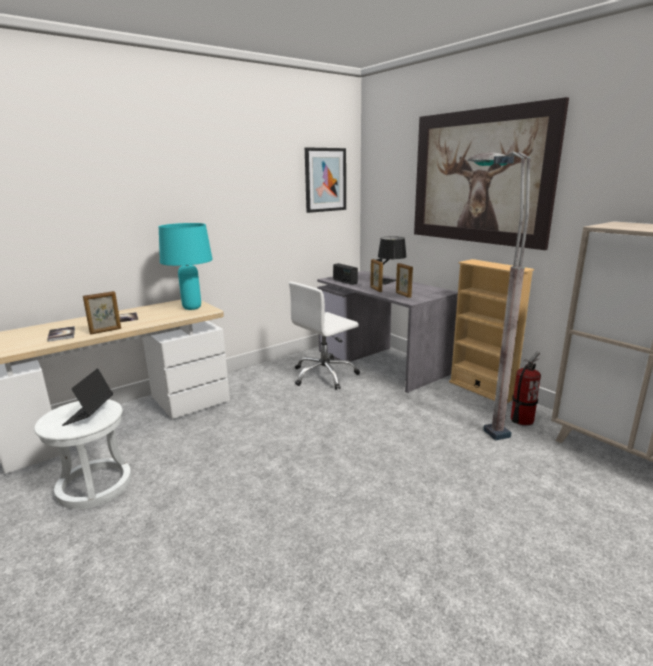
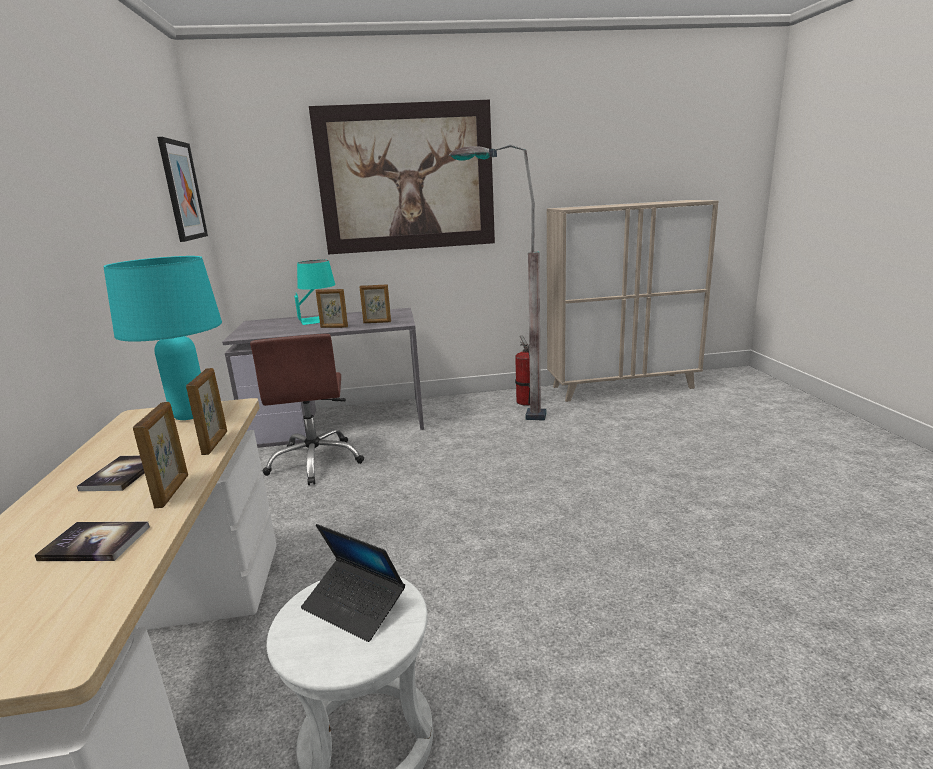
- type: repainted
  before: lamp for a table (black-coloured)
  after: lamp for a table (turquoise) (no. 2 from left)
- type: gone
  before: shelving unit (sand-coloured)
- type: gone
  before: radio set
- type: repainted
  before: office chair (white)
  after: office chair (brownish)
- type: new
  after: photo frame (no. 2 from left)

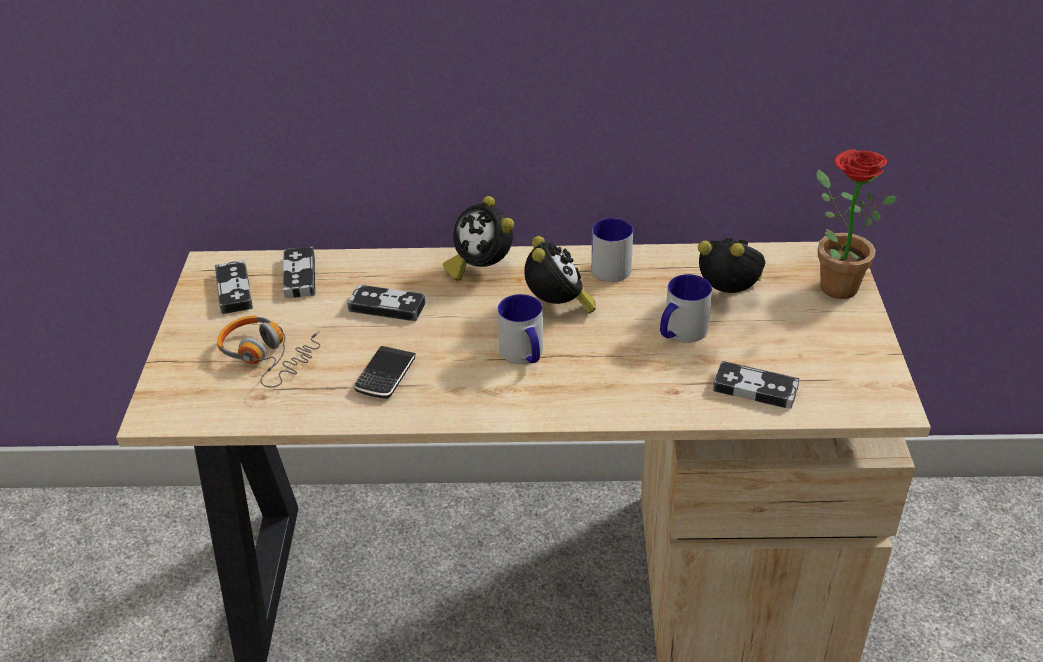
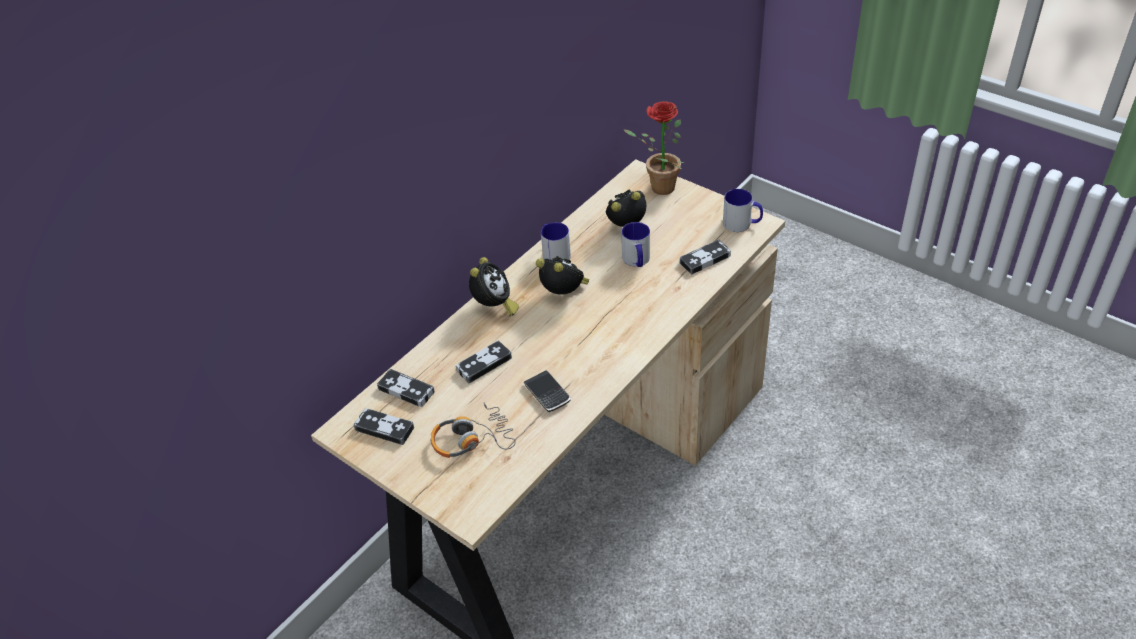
- type: rotated
  before: table clock (no. 1 from left)
  turn: -75
- type: shifted
  before: mug (no. 1 from left in the first image)
  after: mug (no. 3 from left)

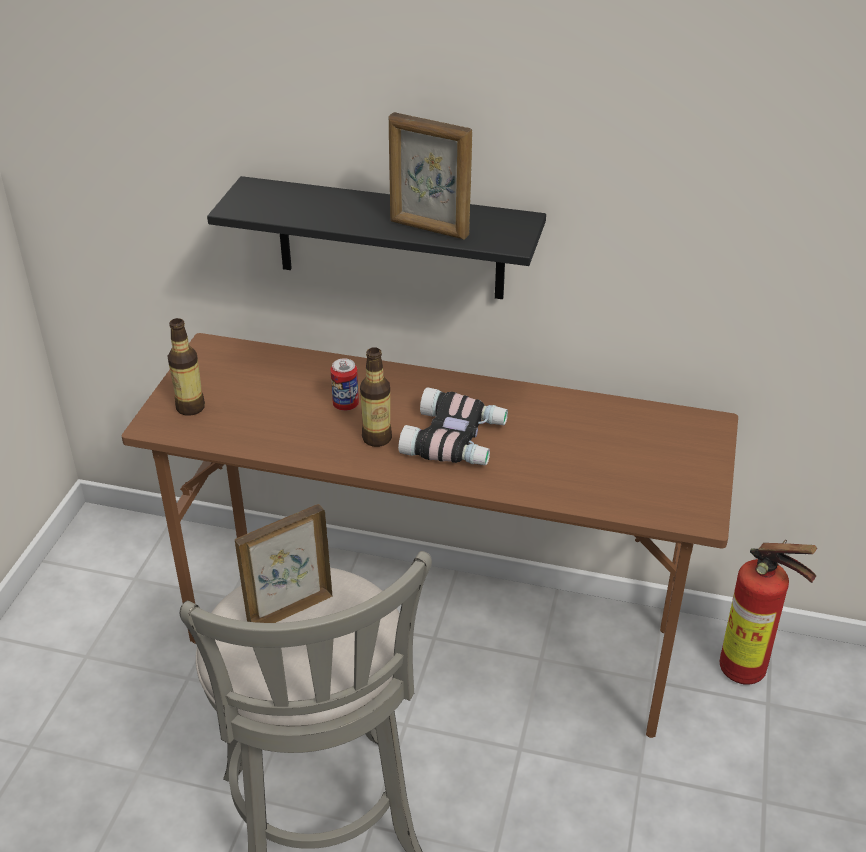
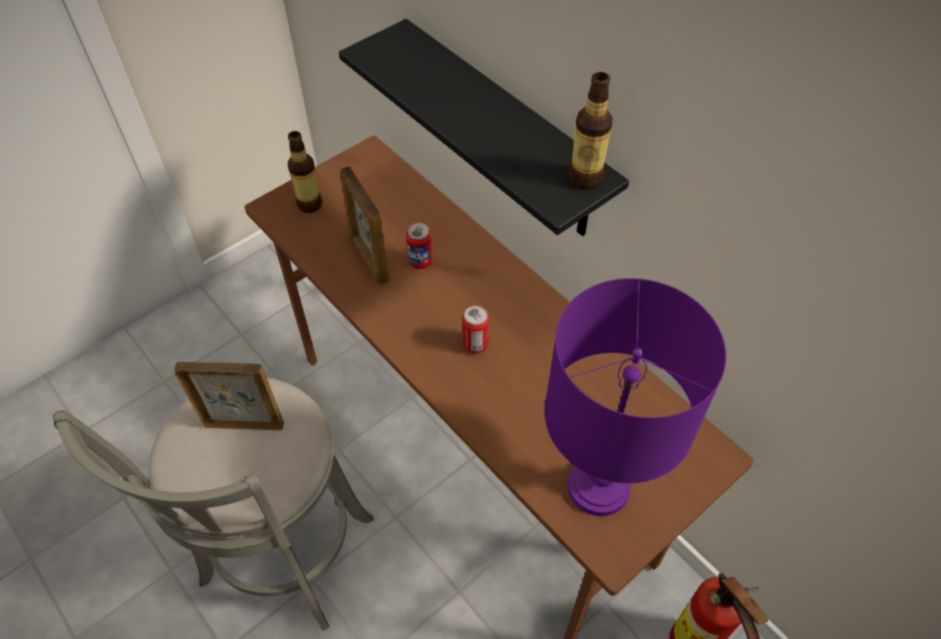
- type: shifted
  before: photo frame (no. 2 from left)
- type: shifted
  before: bottle (no. 2 from left)
- type: swapped
  before: binoculars
  after: sealed can (no. 2 from left)
- type: new
  after: lamp for a table (purple-coloured)

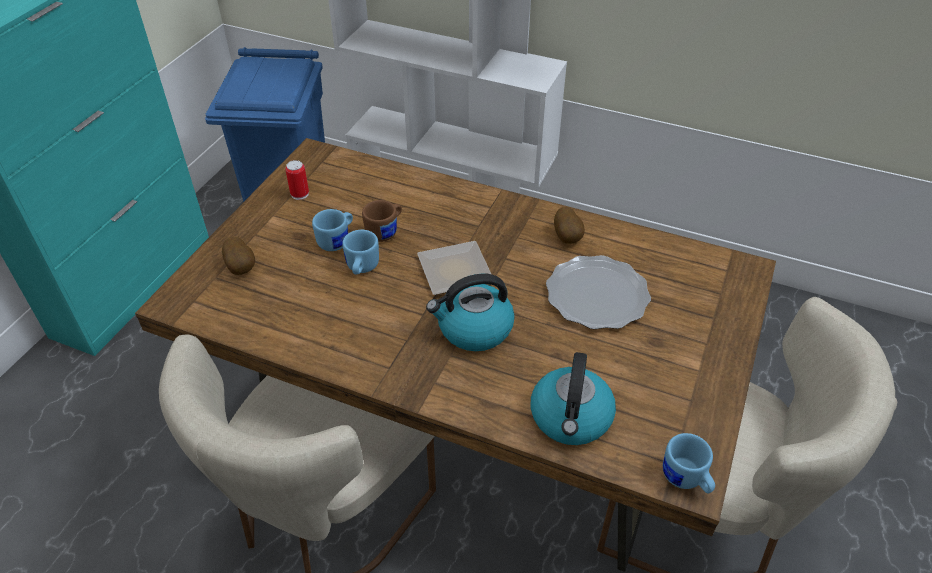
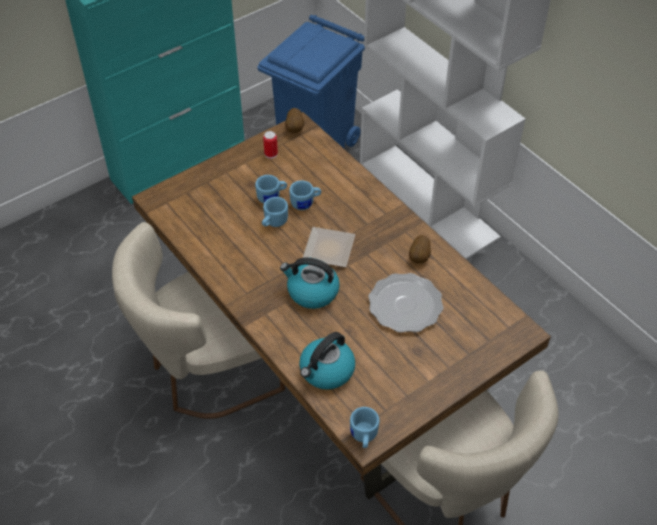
- type: repainted
  before: mug (brownish)
  after: mug (bluish) (no. 3 from left)
- type: shifted
  before: spud (no. 1 from left)

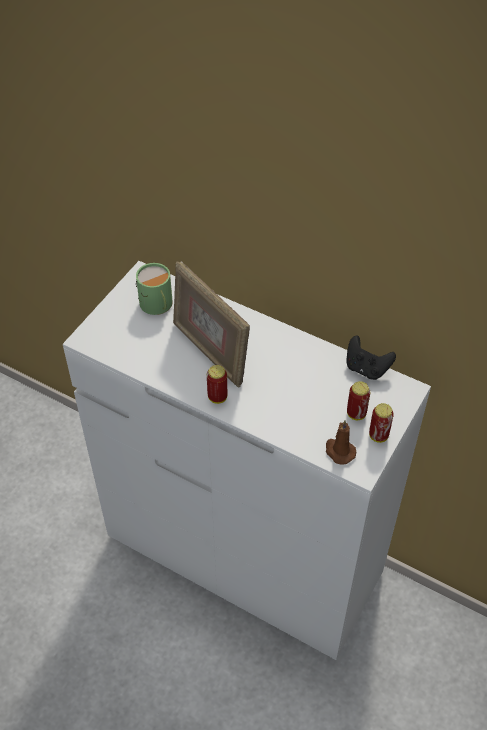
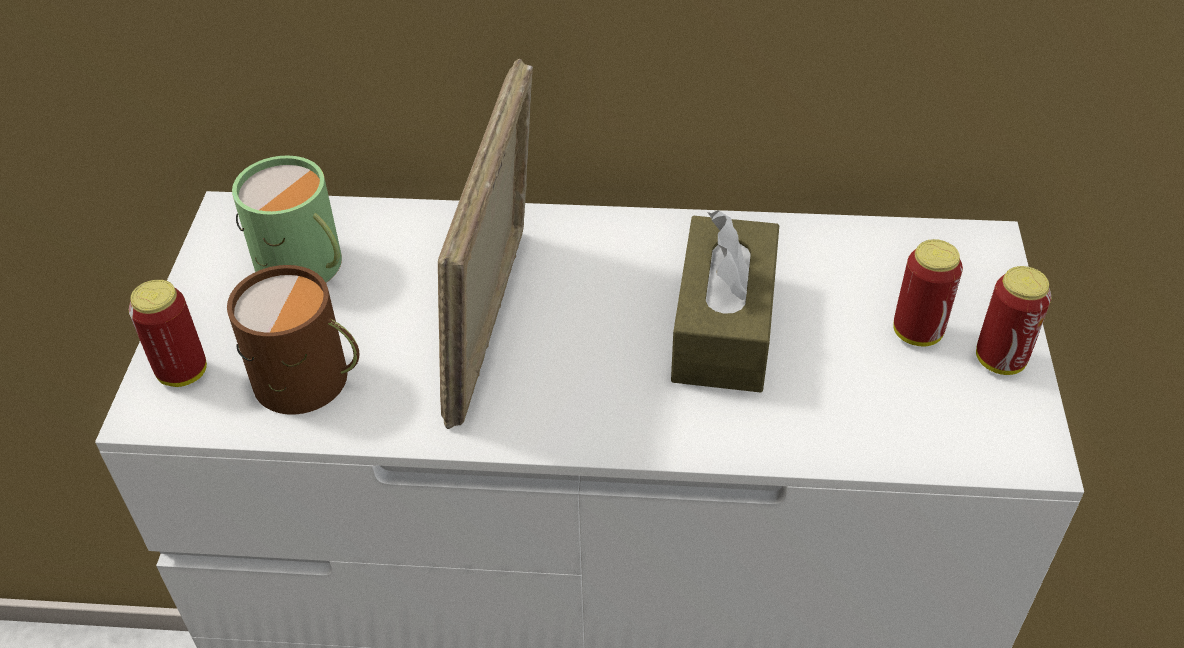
- type: rotated
  before: photo frame
  turn: 75
- type: gone
  before: game controller (black-coloured)
- type: shifted
  before: sealed can (no. 1 from left)
- type: gone
  before: candle (brownish)
- type: new
  after: tissue box (brownish)
- type: new
  after: mug (brownish)

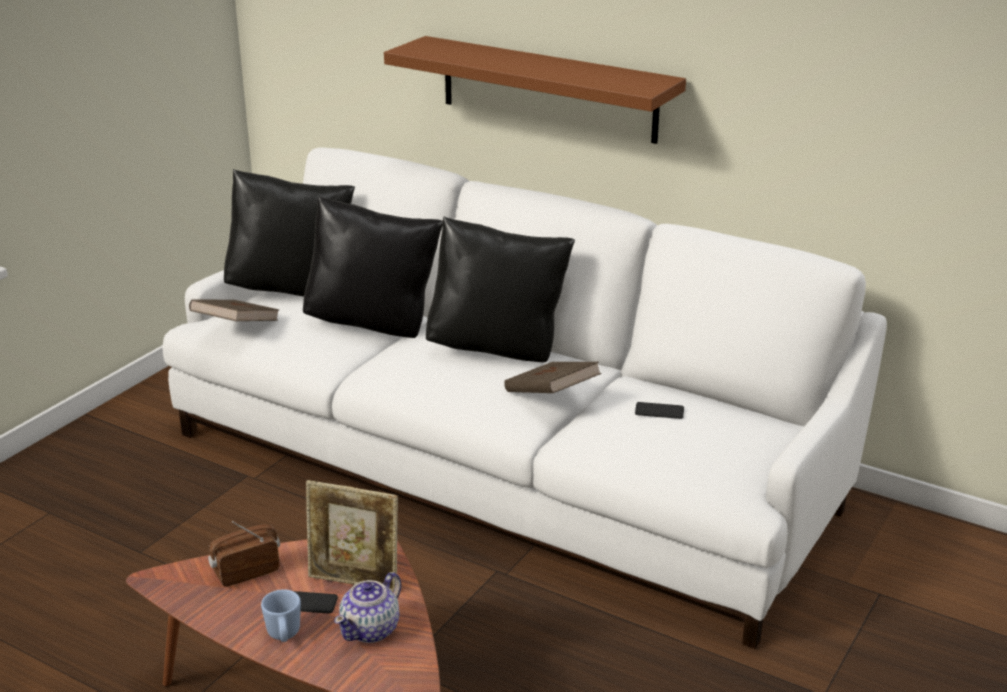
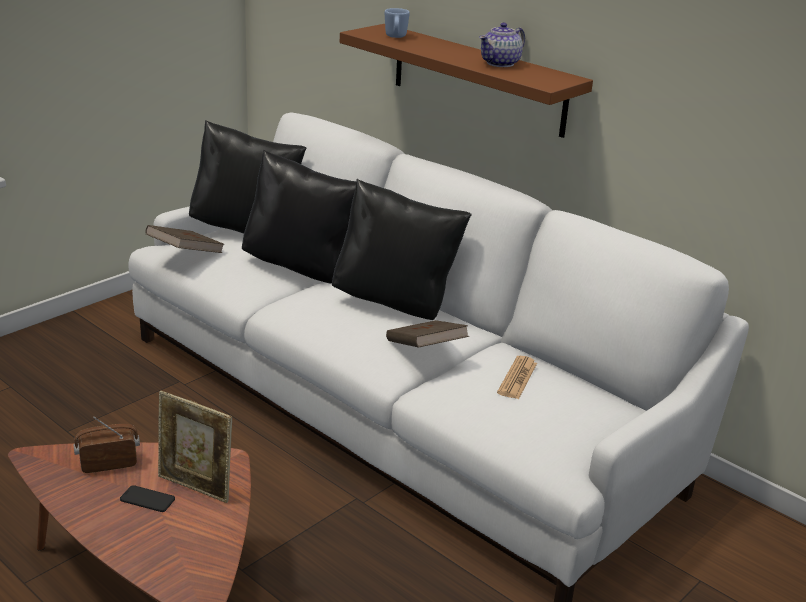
- type: swapped
  before: handset (no. 2 from left)
  after: daily paper
- type: shifted
  before: teapot
- type: shifted
  before: mug (bluish)

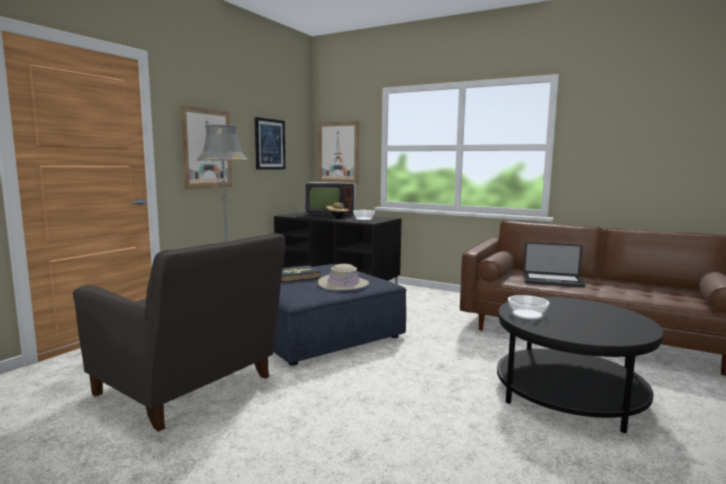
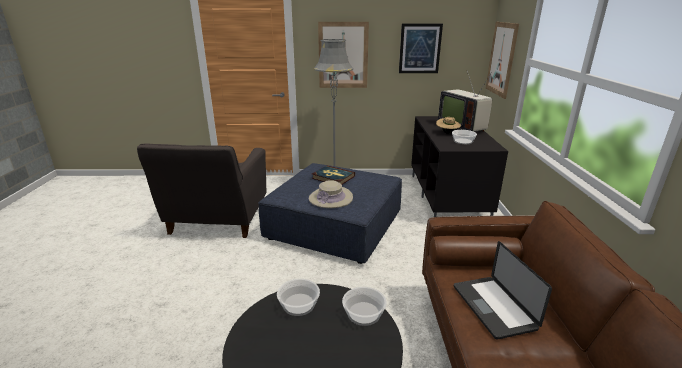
- type: new
  after: deep dish (no. 2 from left)

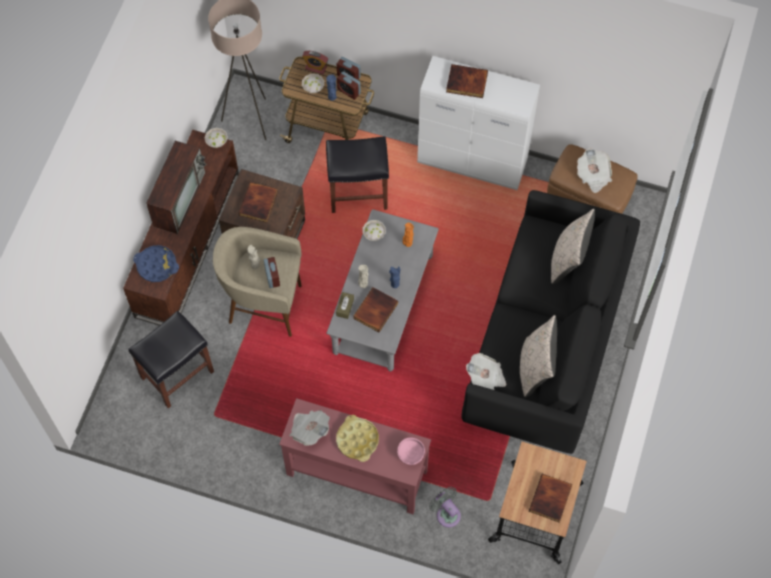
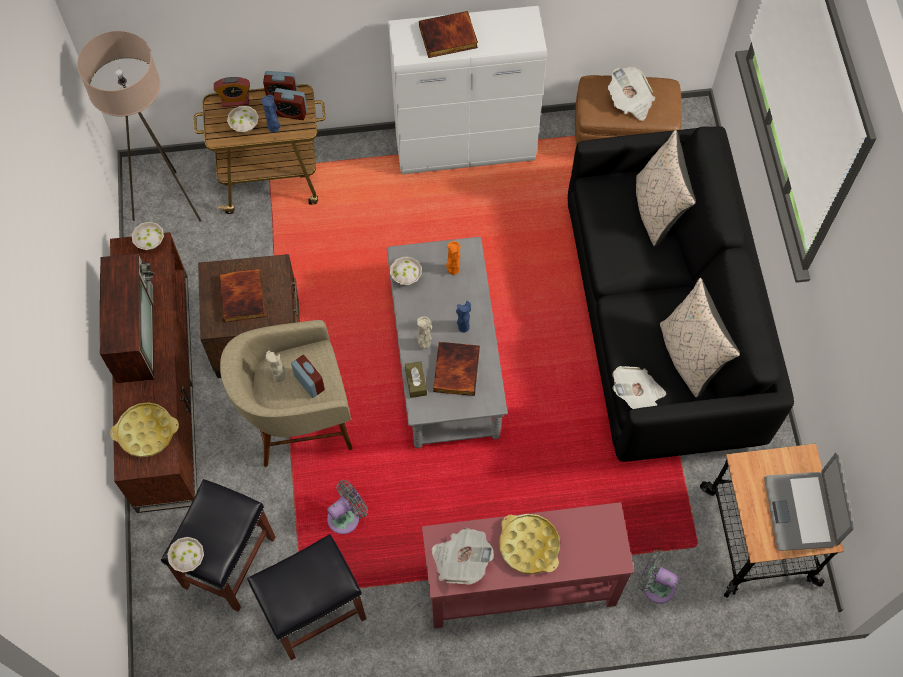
- type: shifted
  before: stool (black-coloured) (no. 2 from left)
- type: repainted
  before: serving tray (bluish)
  after: serving tray (yellow-coloured) (no. 1 from left)
- type: gone
  before: deep dish (pink)
- type: swapped
  before: volume (no. 4 from left)
  after: portable computer
- type: new
  after: cooling fan (greyish) (no. 1 from left)
- type: new
  after: deep dish (white) (no. 2 from left)

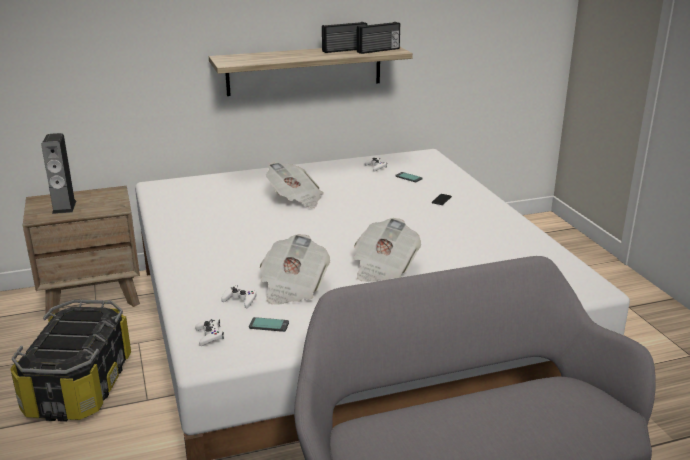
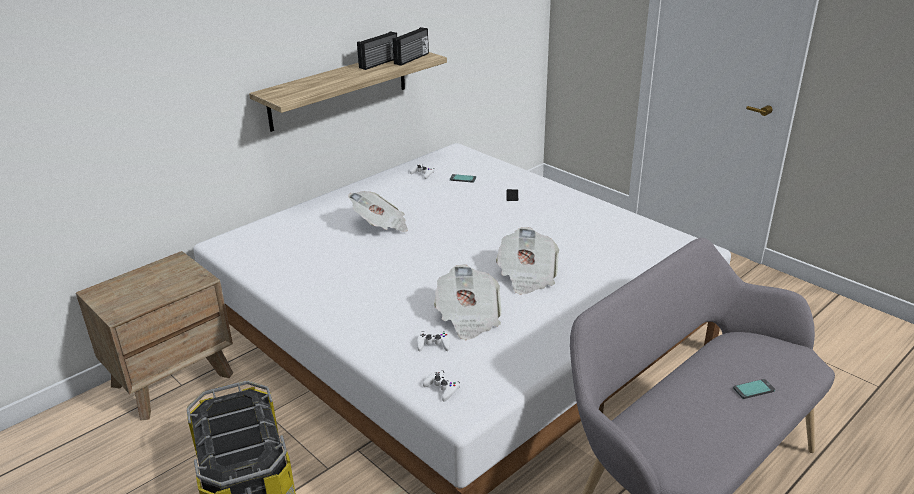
- type: gone
  before: audio speaker
- type: shifted
  before: handset (no. 1 from left in the first image)
  after: handset (no. 3 from left)

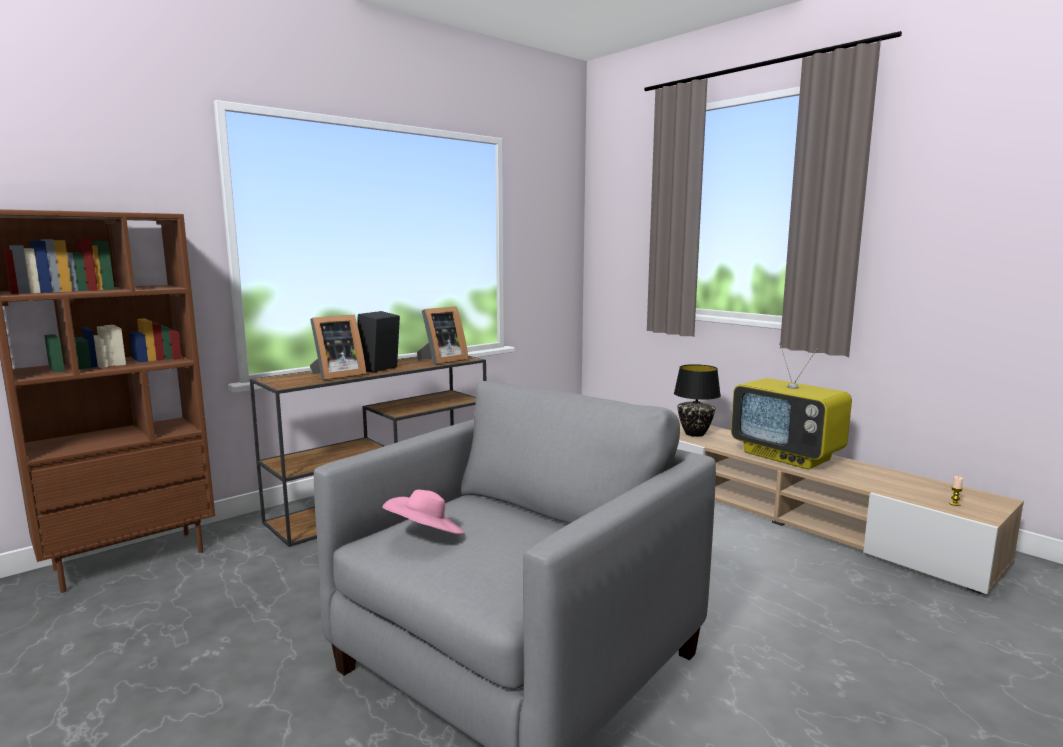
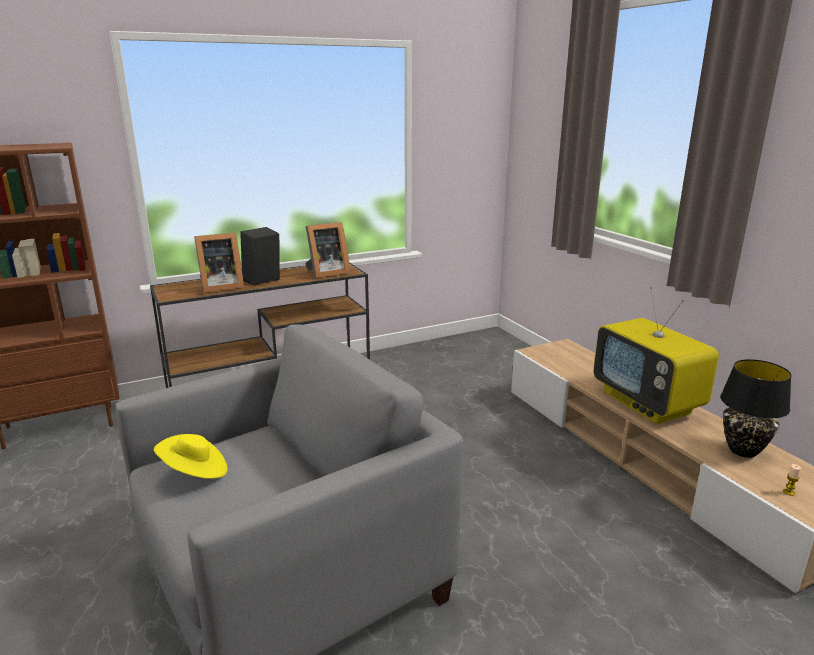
- type: shifted
  before: lamp for a table (black-coloured)
- type: repainted
  before: hat (pink)
  after: hat (yellow-coloured)

